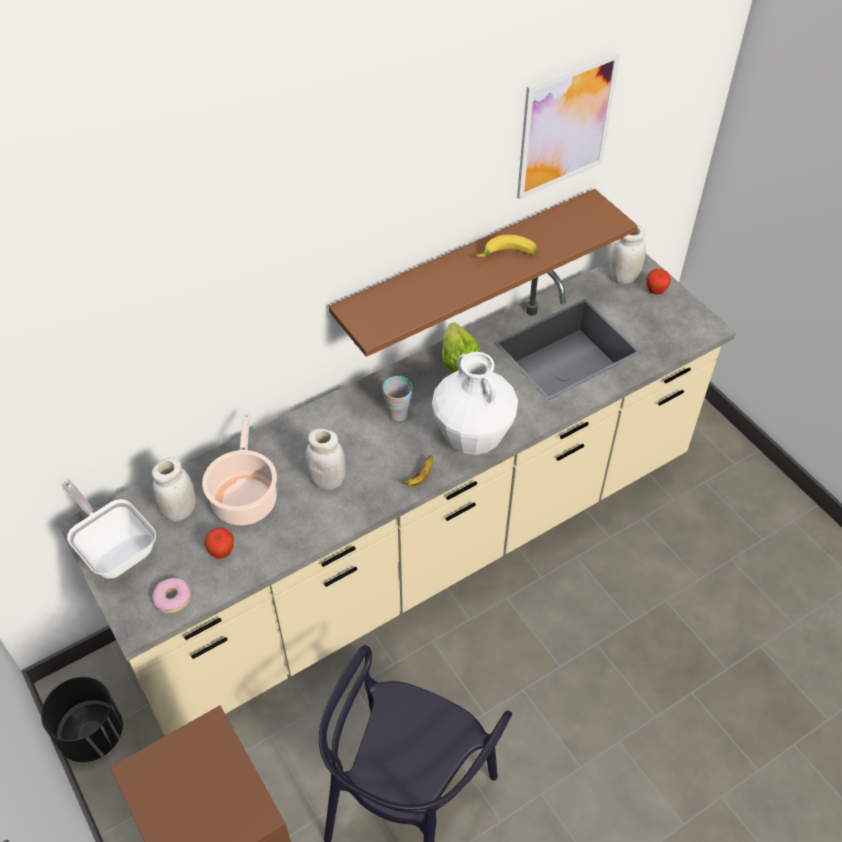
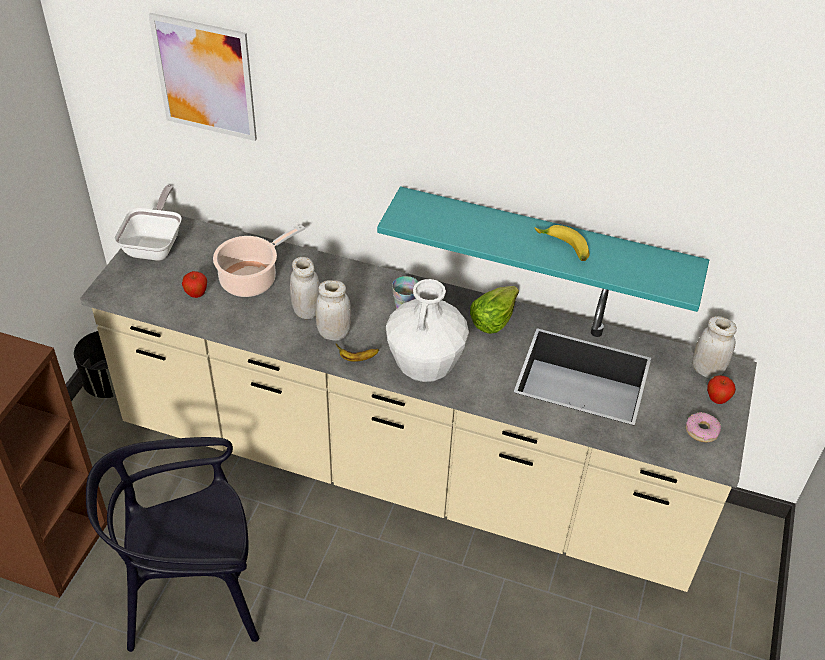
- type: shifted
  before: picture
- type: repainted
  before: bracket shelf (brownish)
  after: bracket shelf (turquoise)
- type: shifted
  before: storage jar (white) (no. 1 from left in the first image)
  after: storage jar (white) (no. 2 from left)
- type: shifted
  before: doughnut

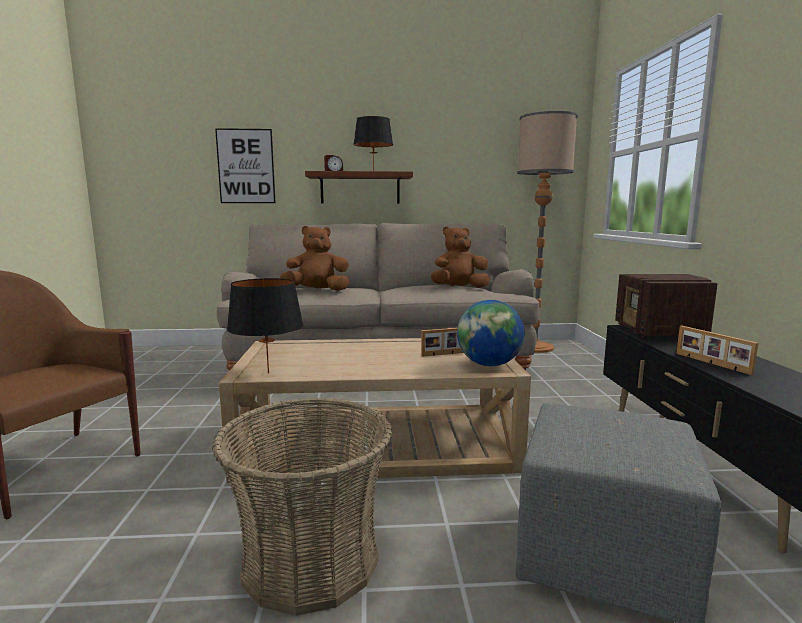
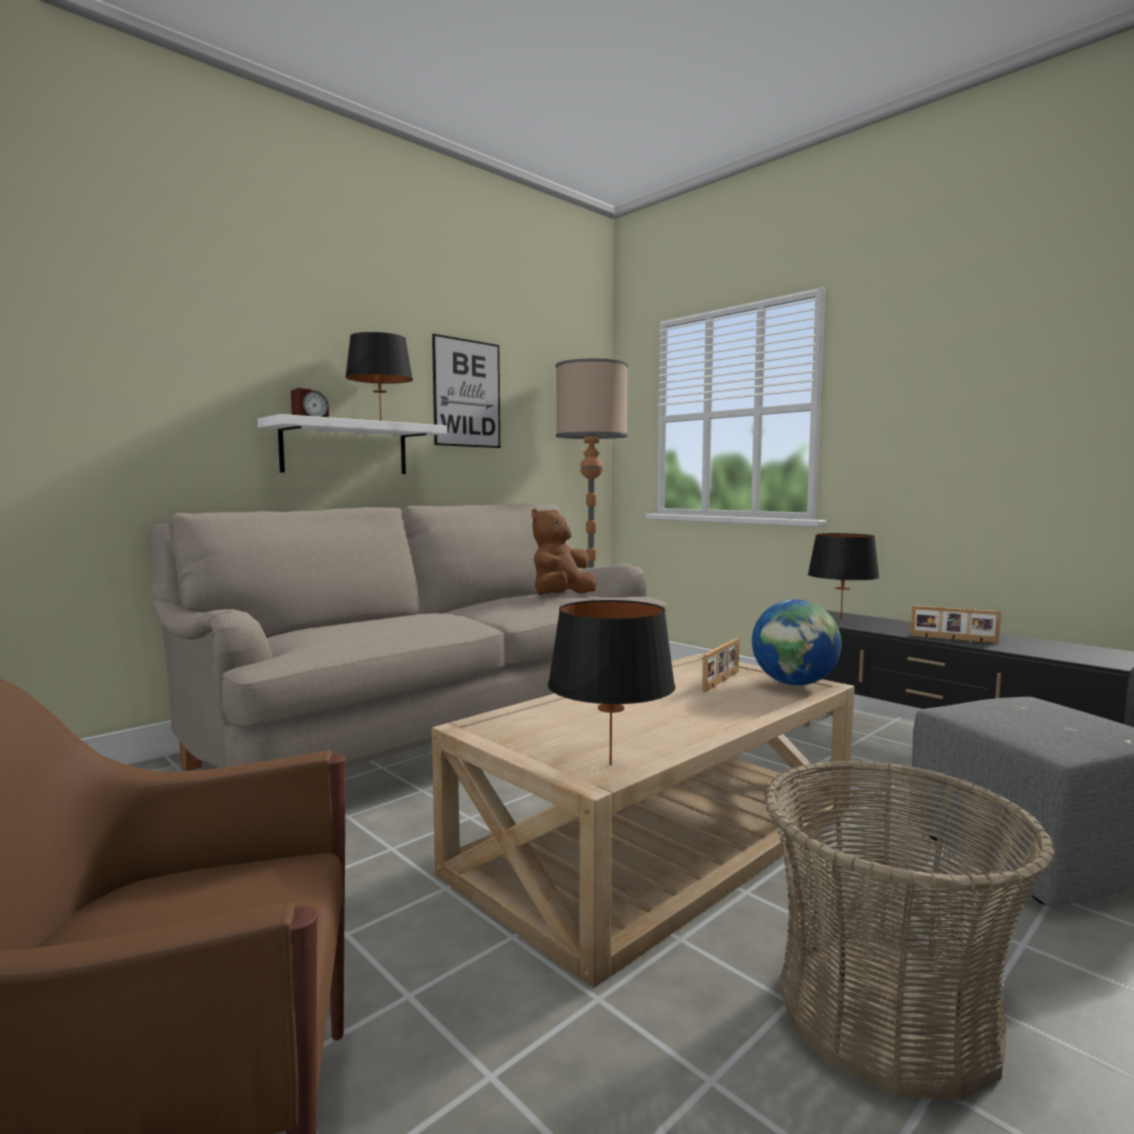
- type: shifted
  before: picture
- type: repainted
  before: bracket shelf (brownish)
  after: bracket shelf (white)
- type: gone
  before: cuddly toy (brownish) (no. 1 from left)
- type: swapped
  before: radio set
  after: lamp for a table (black-coloured) (no. 3 from left)

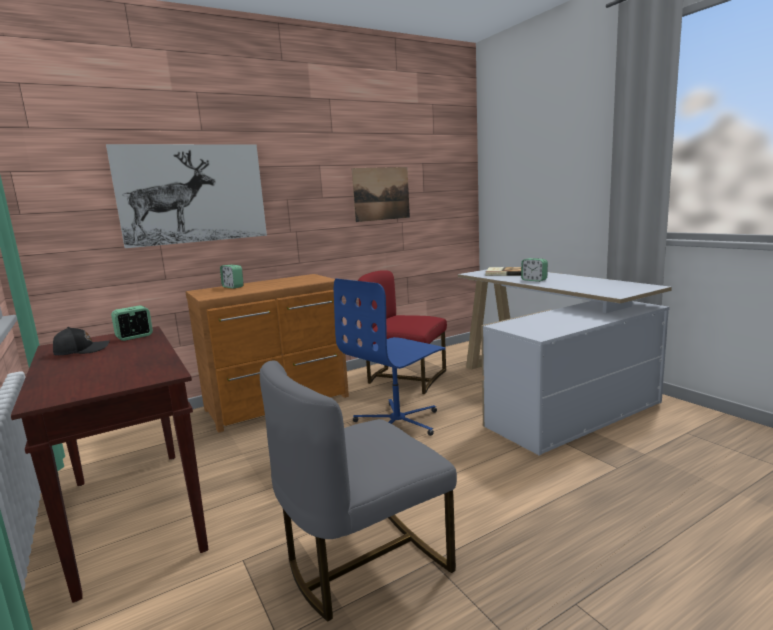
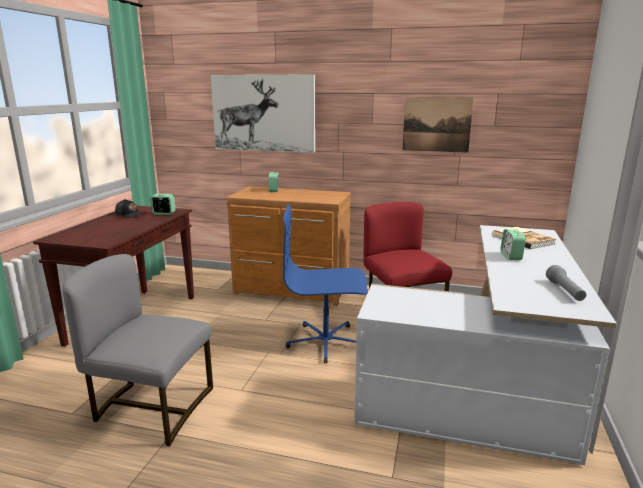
- type: new
  after: flashlight (greyish)

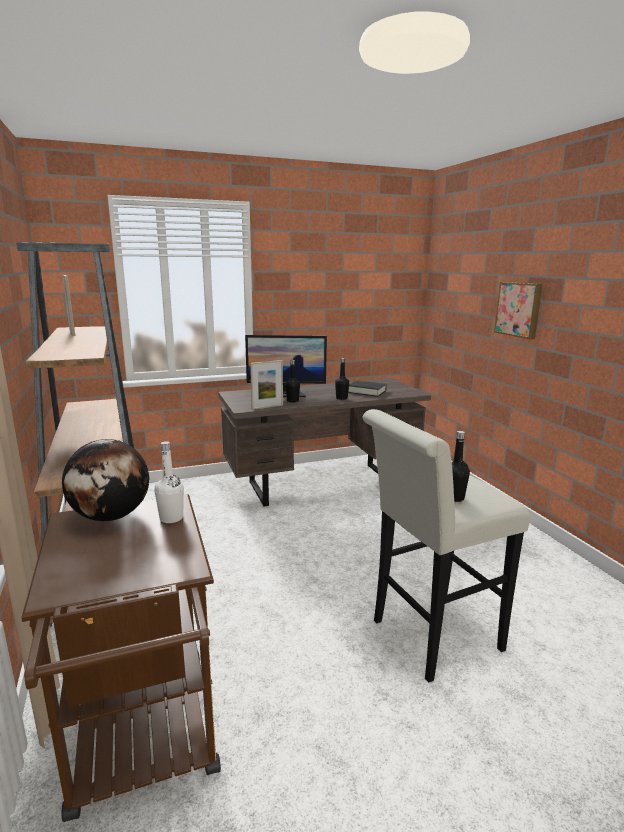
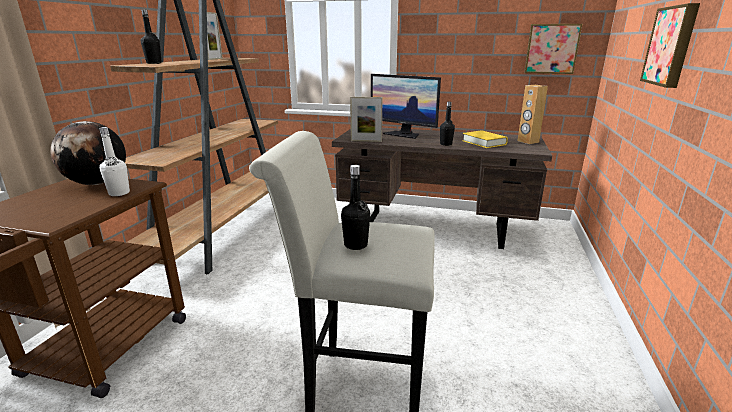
- type: shifted
  before: bottle (black-coloured) (no. 1 from left)
- type: repainted
  before: volume (black-coloured)
  after: volume (yellow-coloured)
- type: new
  after: picture (no. 1 from left)
- type: new
  after: audio speaker (brownish)

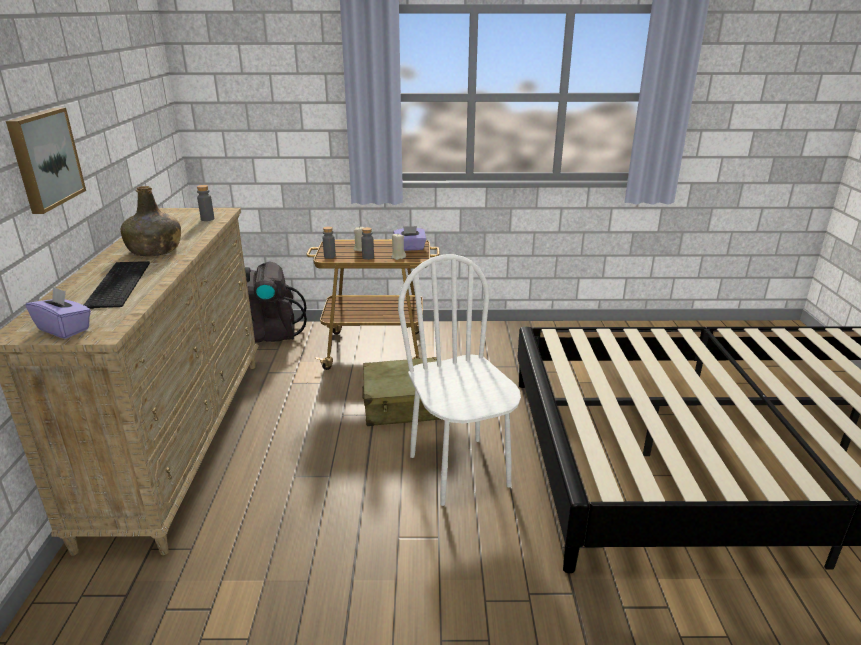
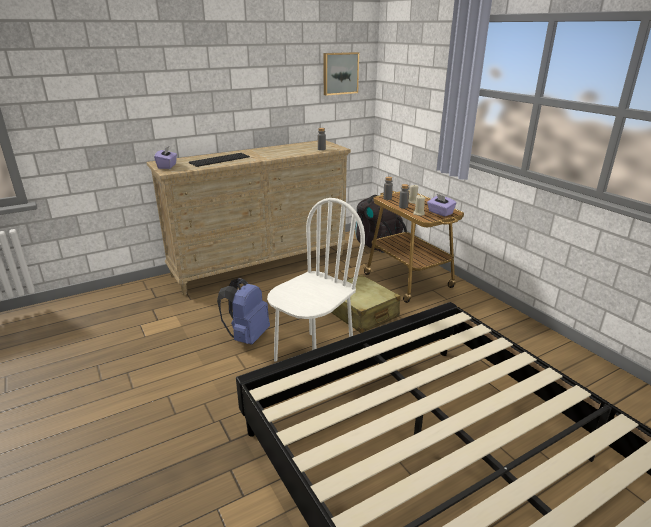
- type: shifted
  before: picture
- type: gone
  before: bottle (greenish)
- type: new
  after: backpack (bluish)

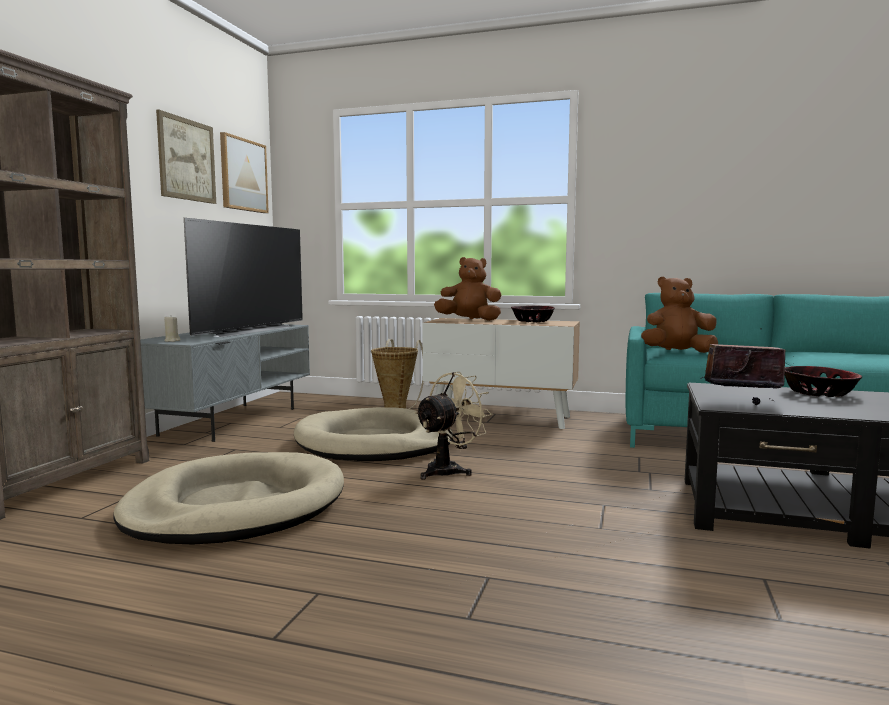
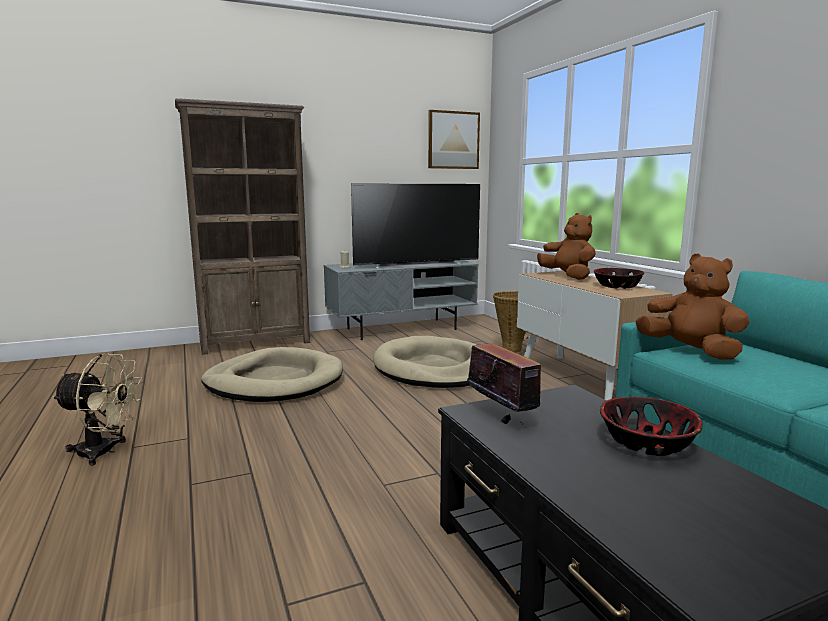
- type: gone
  before: picture (no. 1 from left)
- type: shifted
  before: cooling fan (sand-coloured)

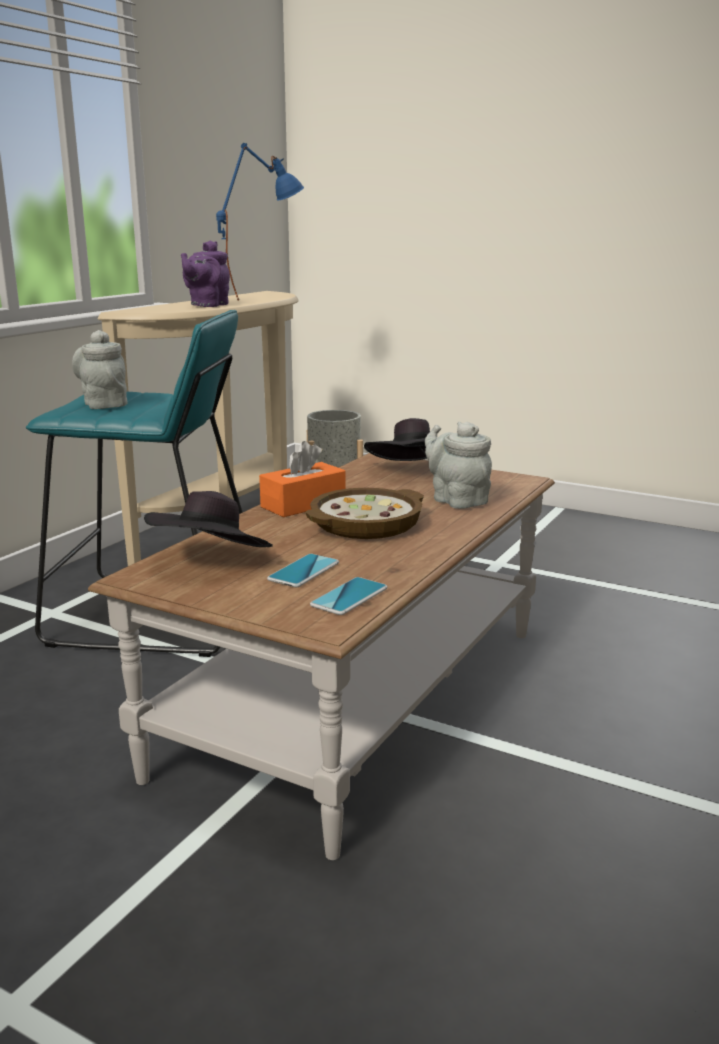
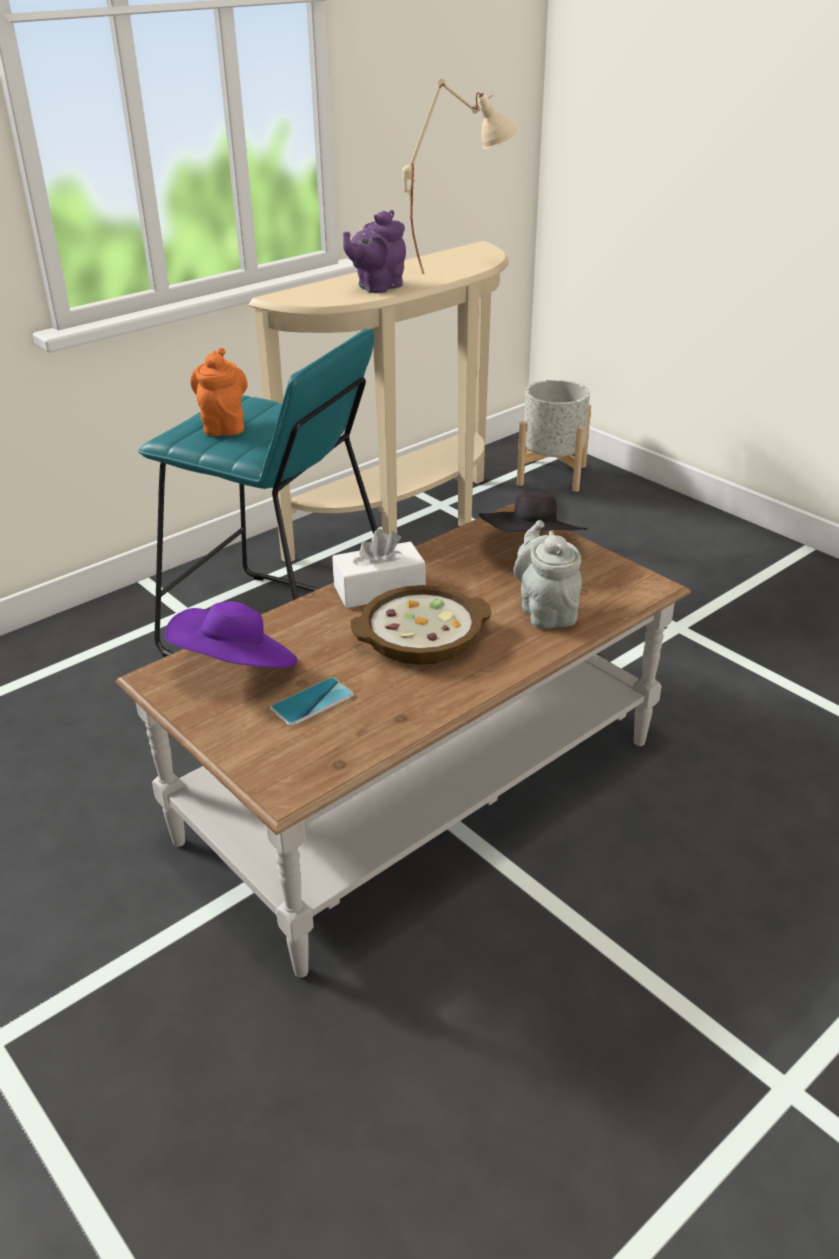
- type: repainted
  before: lamp for a table (bluish)
  after: lamp for a table (sand-coloured)
- type: repainted
  before: teapot (greyish) (no. 1 from left)
  after: teapot (orange-coloured)
- type: repainted
  before: tissue box (orange-coloured)
  after: tissue box (white)
- type: repainted
  before: hat (black-coloured) (no. 1 from left)
  after: hat (purple-coloured)
- type: gone
  before: handset (no. 2 from left)

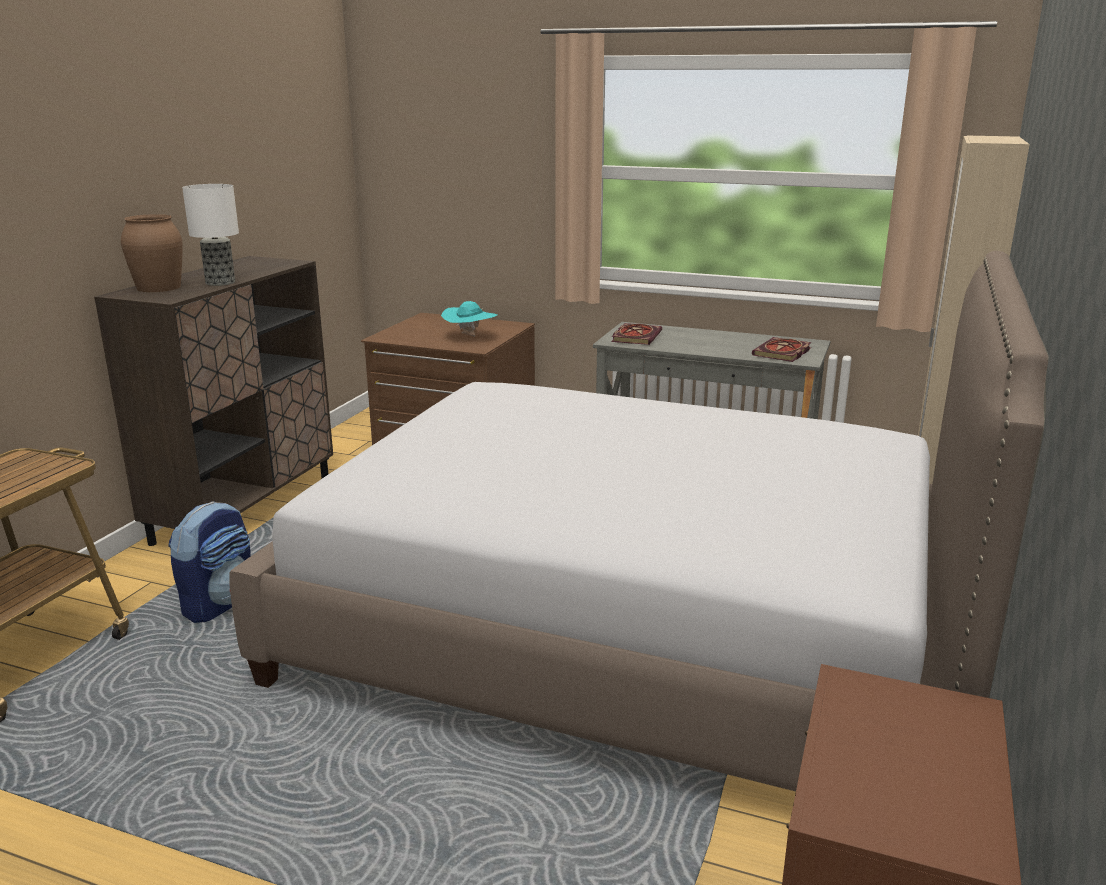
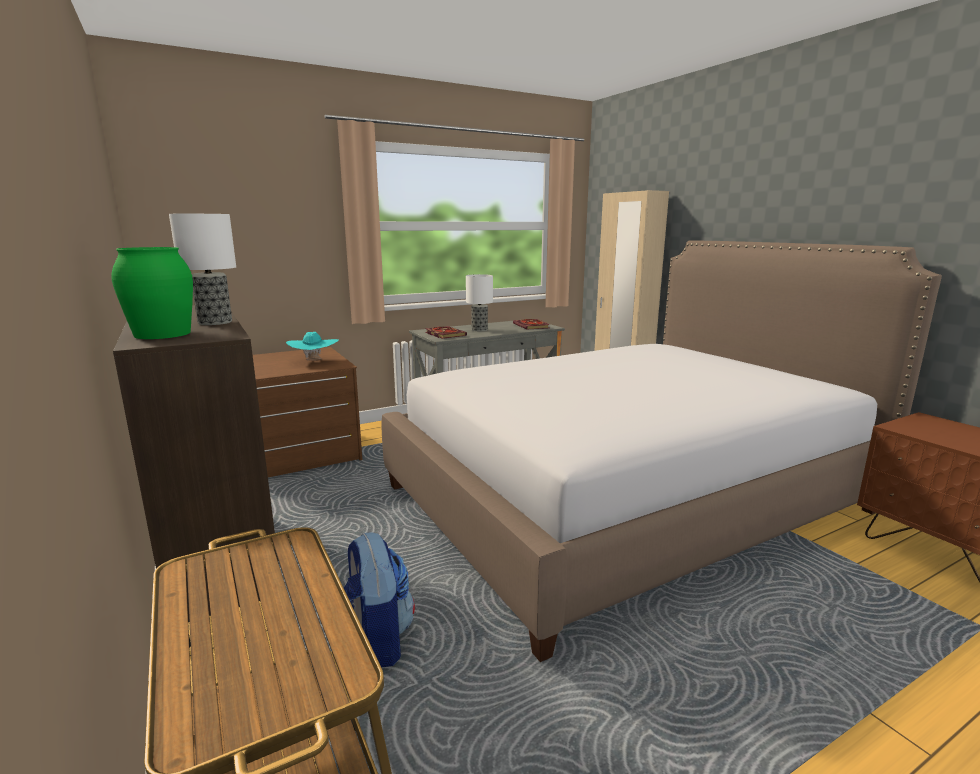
- type: repainted
  before: decorative vase (brownish)
  after: decorative vase (greenish)
- type: new
  after: lamp for a table (no. 2 from left)

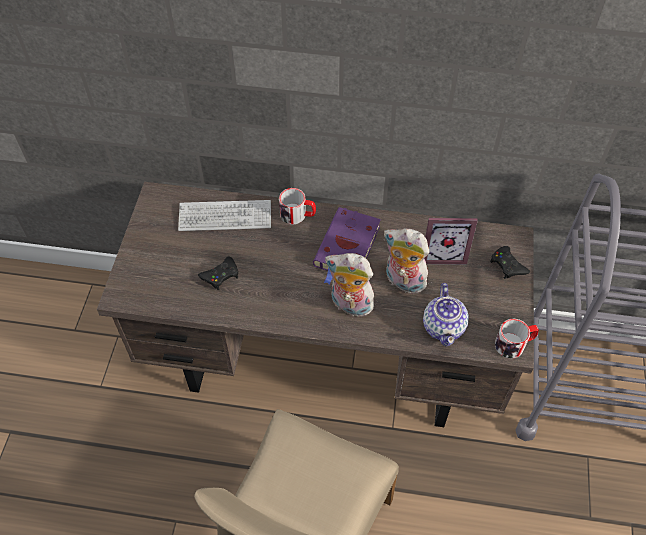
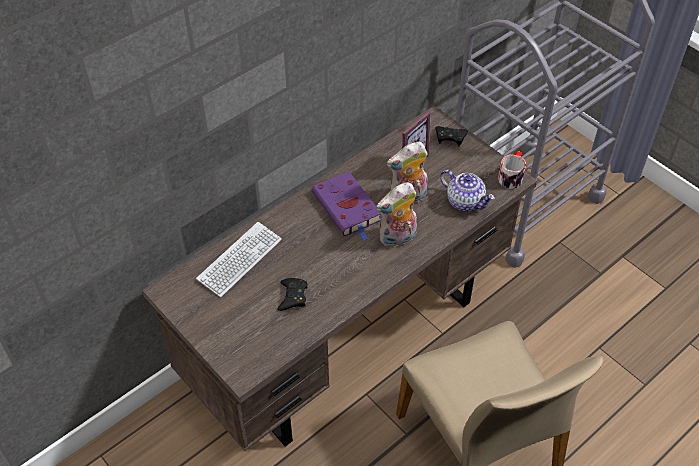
- type: gone
  before: mug (no. 1 from left)

